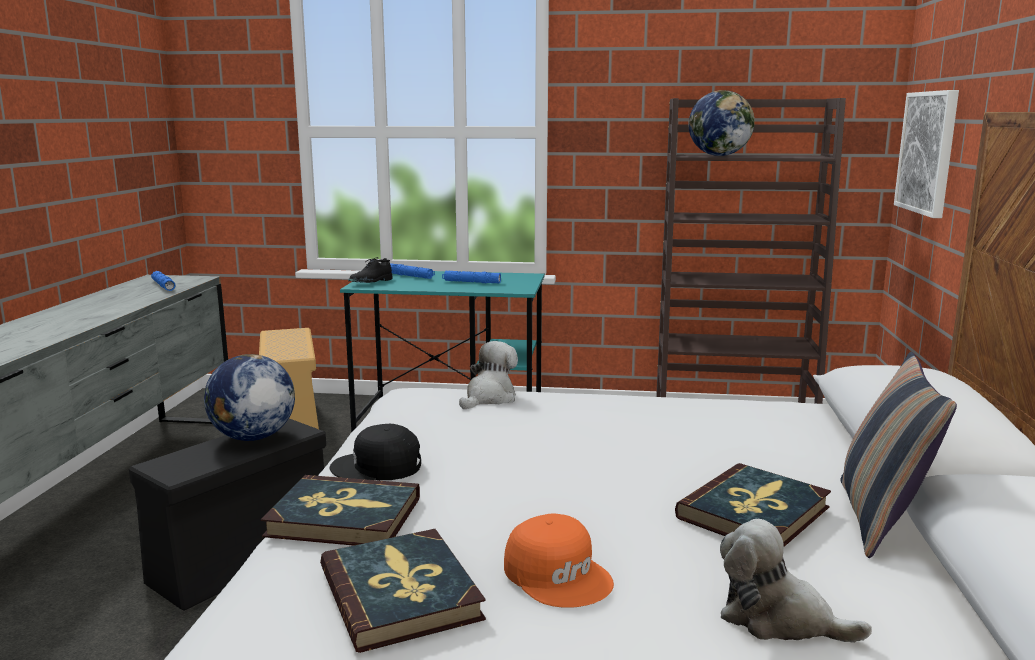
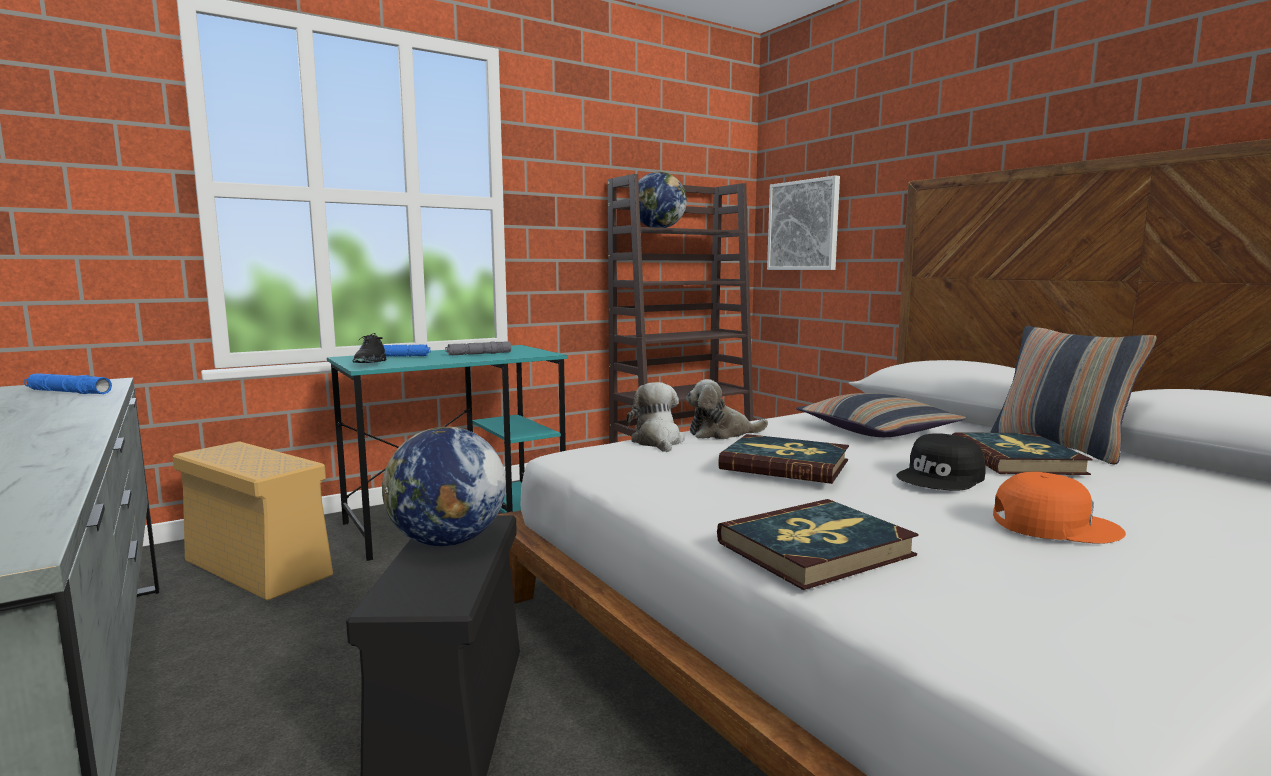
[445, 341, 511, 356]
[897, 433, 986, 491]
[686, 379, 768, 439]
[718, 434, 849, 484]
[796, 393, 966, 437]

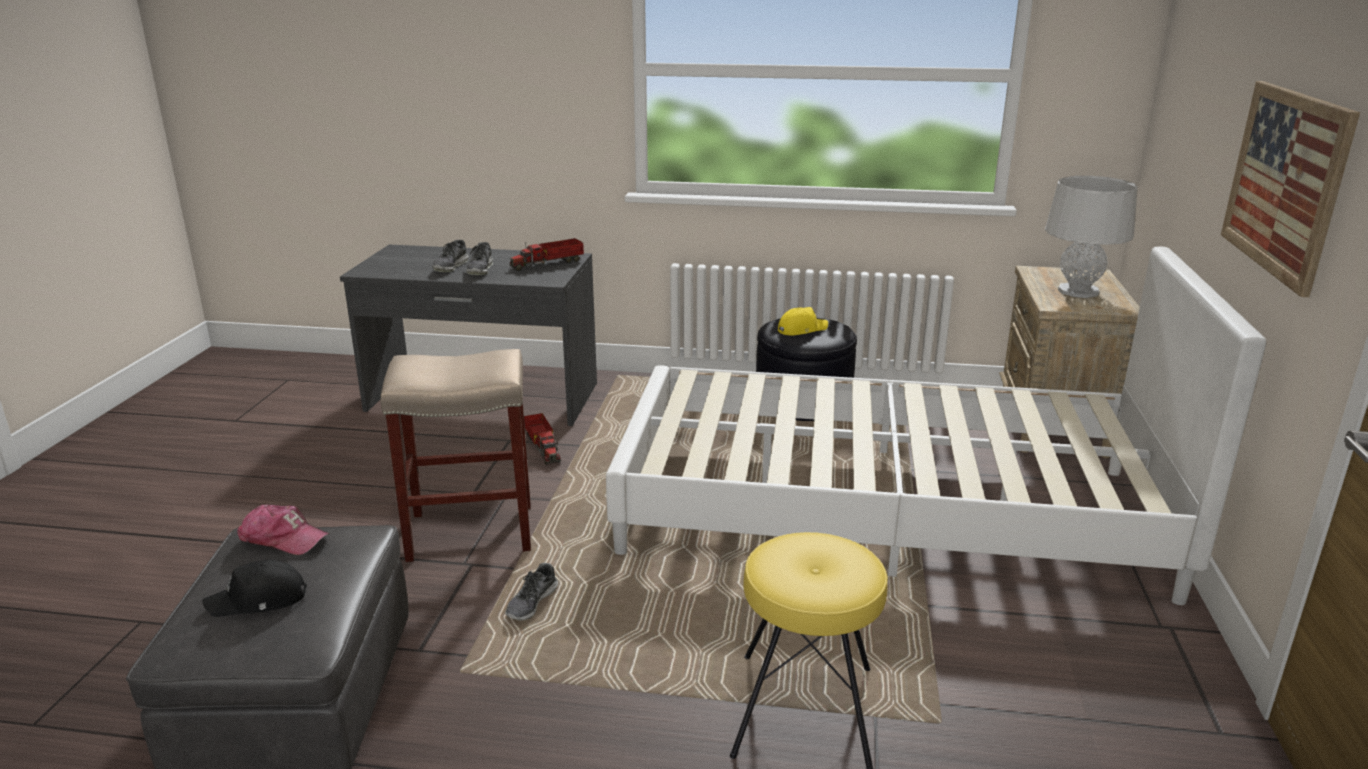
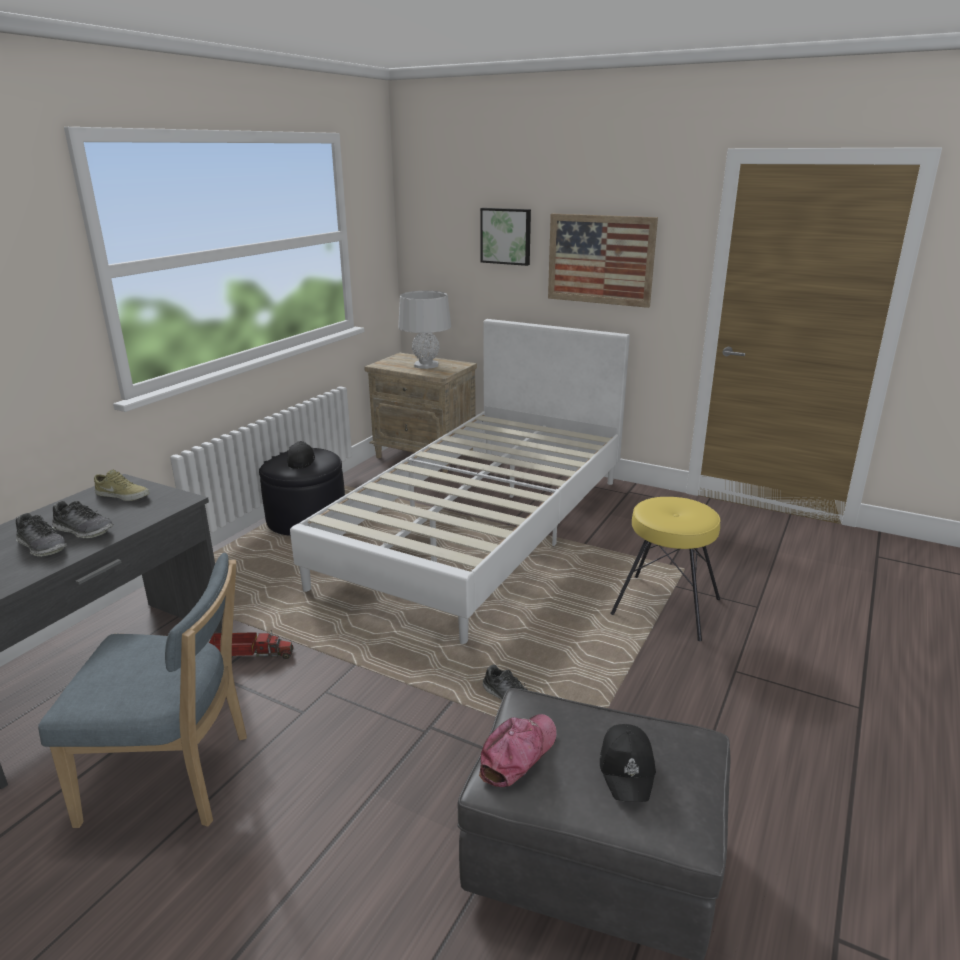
[94, 469, 150, 501]
[287, 441, 315, 469]
[381, 349, 531, 562] (first image)
[480, 208, 531, 266]
[38, 553, 247, 828]

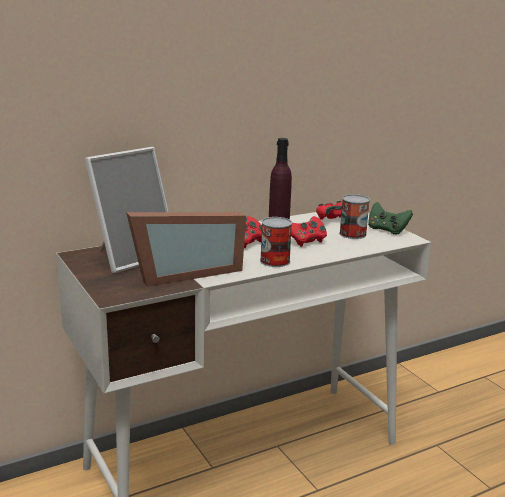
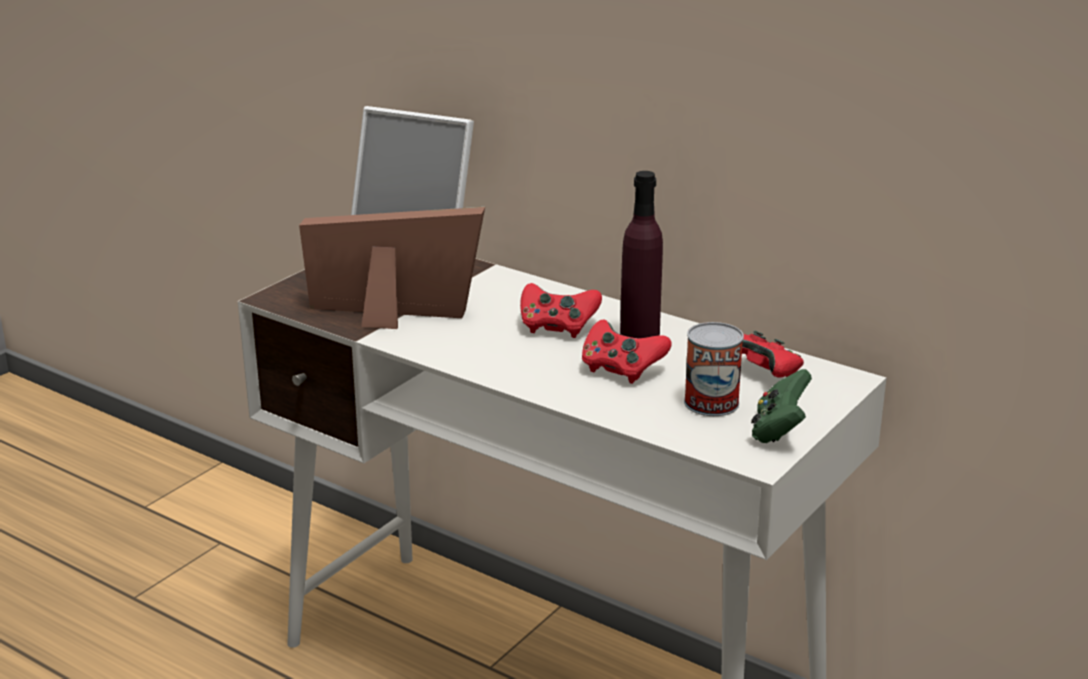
[299, 207, 485, 329]
[260, 217, 292, 267] (first image)

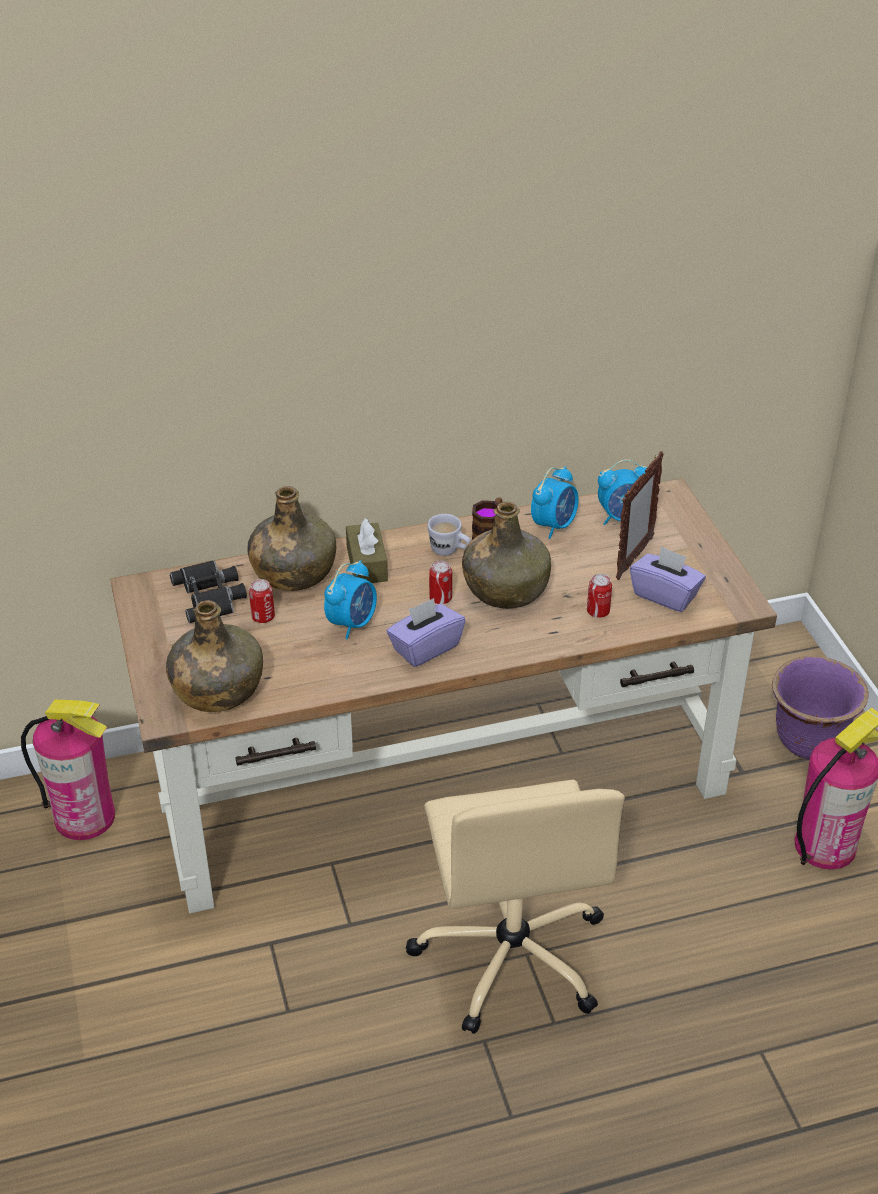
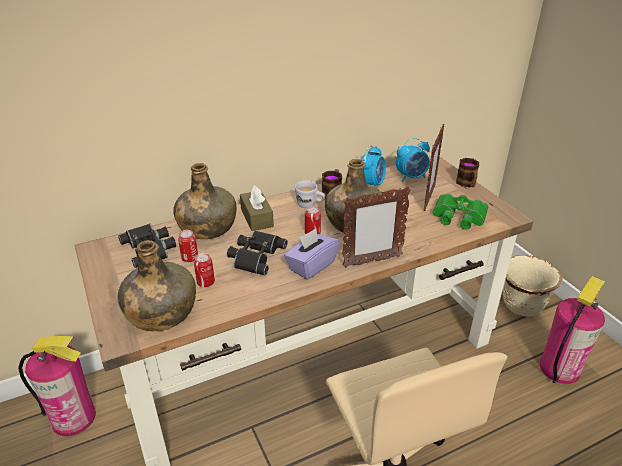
[433, 194, 488, 229]
[227, 230, 288, 275]
[194, 253, 215, 287]
[503, 255, 563, 317]
[456, 158, 479, 187]
[342, 186, 411, 268]

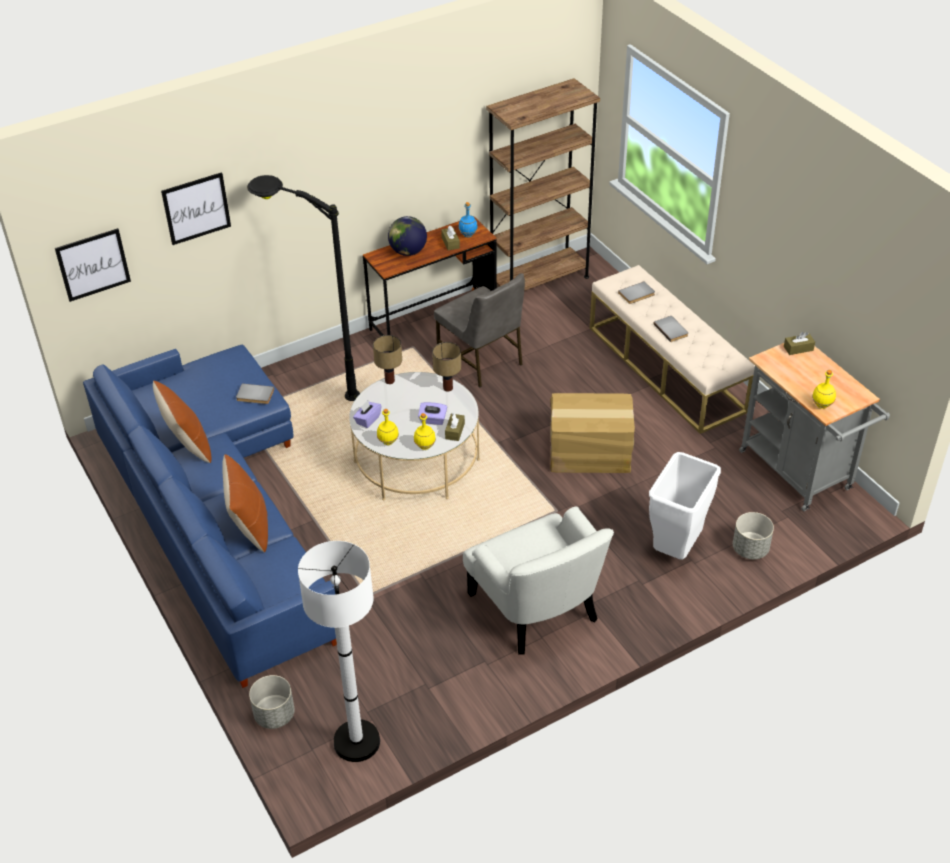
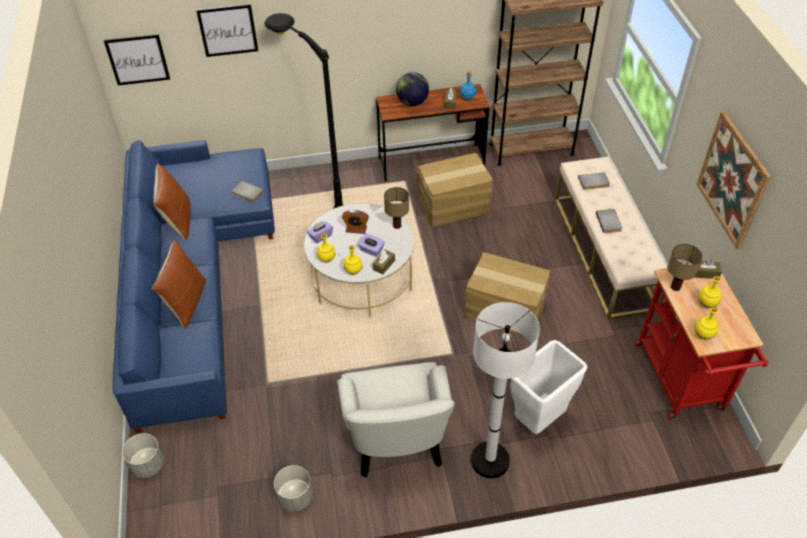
[417, 153, 493, 227]
[667, 244, 702, 291]
[635, 261, 769, 419]
[274, 465, 313, 512]
[471, 302, 540, 478]
[696, 111, 771, 250]
[342, 210, 369, 234]
[698, 276, 721, 309]

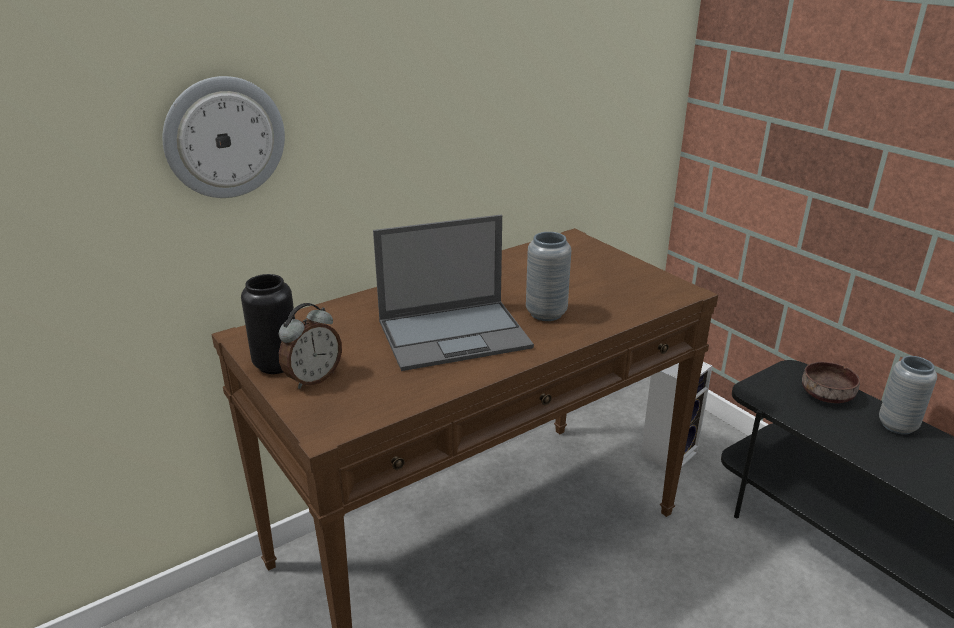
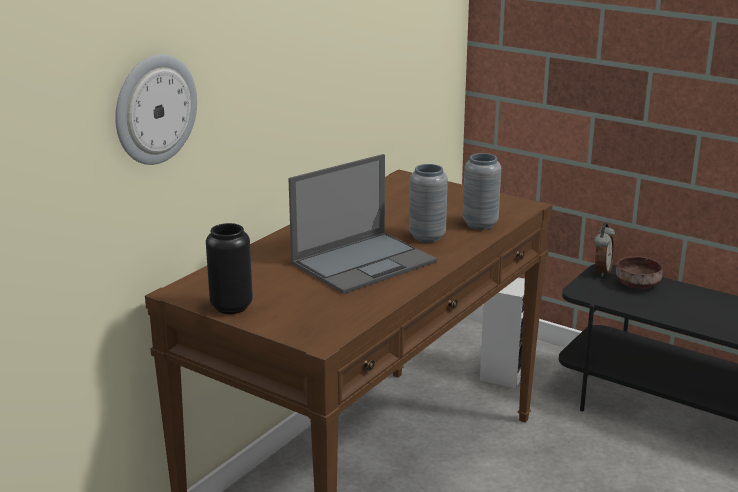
[594, 223, 615, 277]
[463, 153, 501, 230]

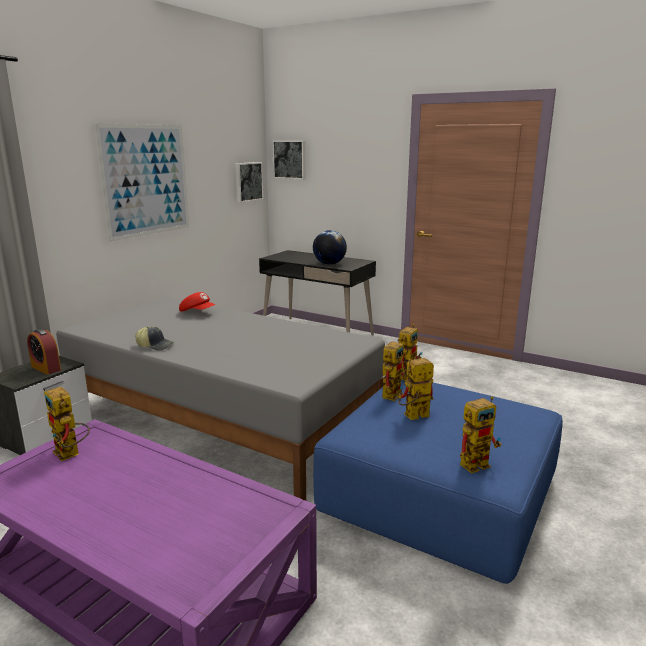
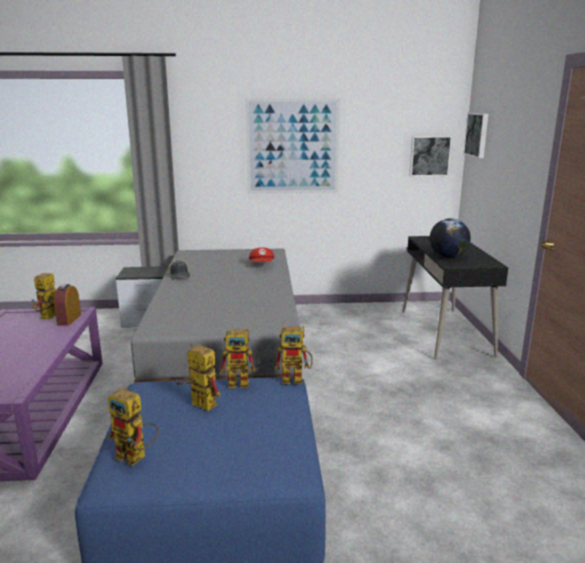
[54, 284, 81, 326]

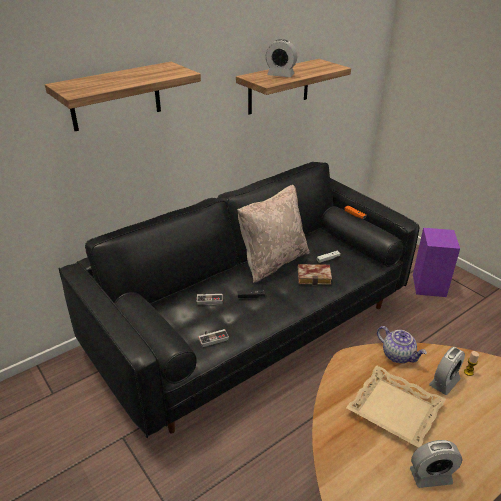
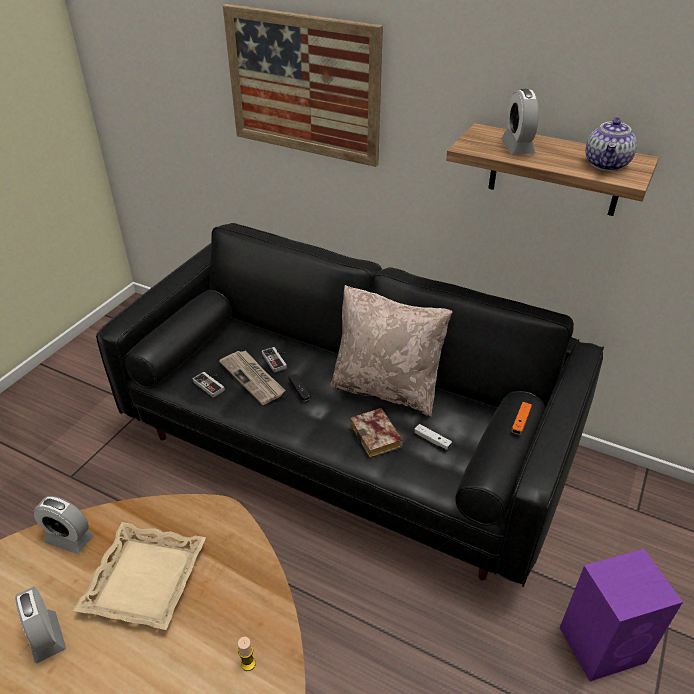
[223, 4, 383, 167]
[585, 117, 637, 171]
[33, 496, 94, 554]
[219, 350, 286, 405]

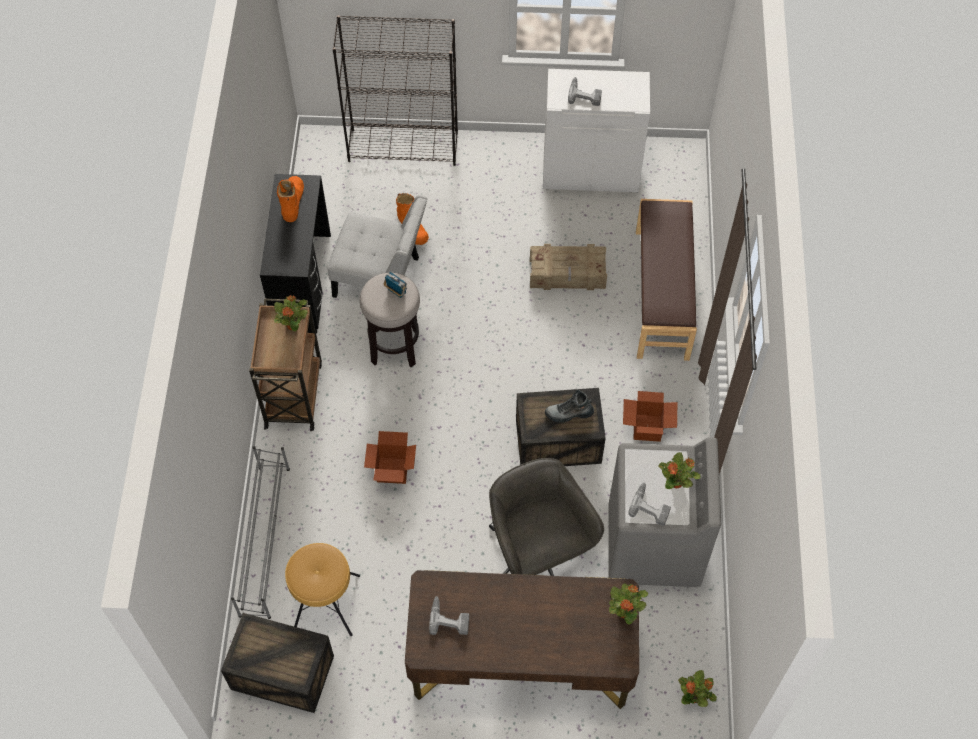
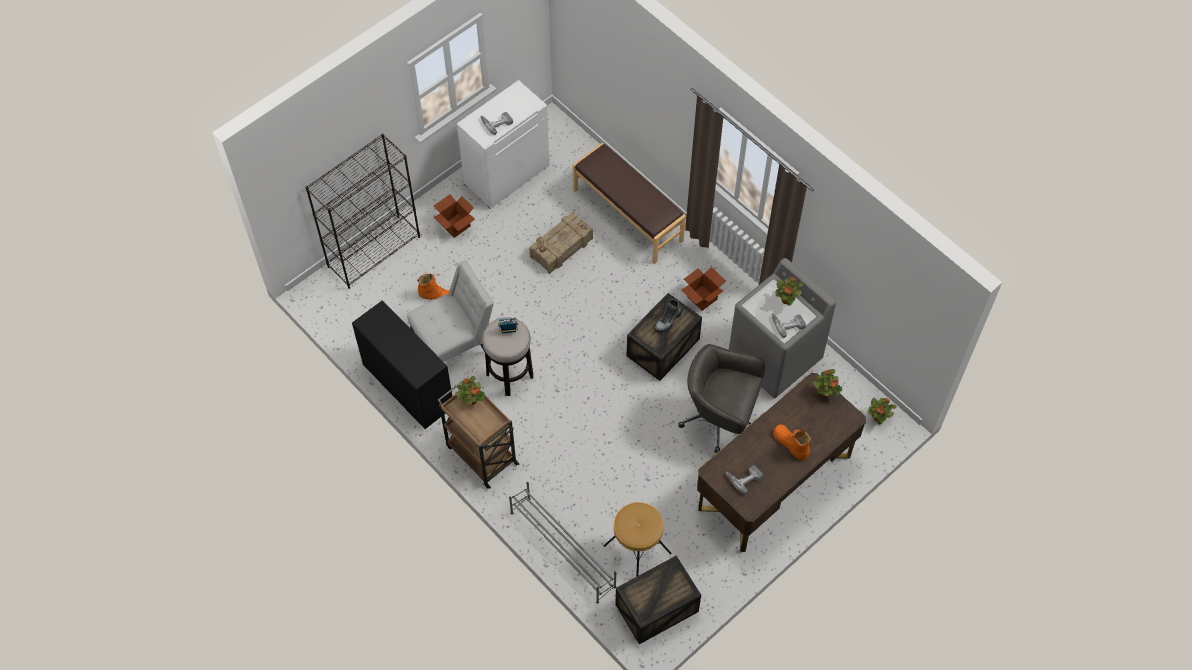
[773, 424, 811, 460]
[434, 194, 475, 238]

